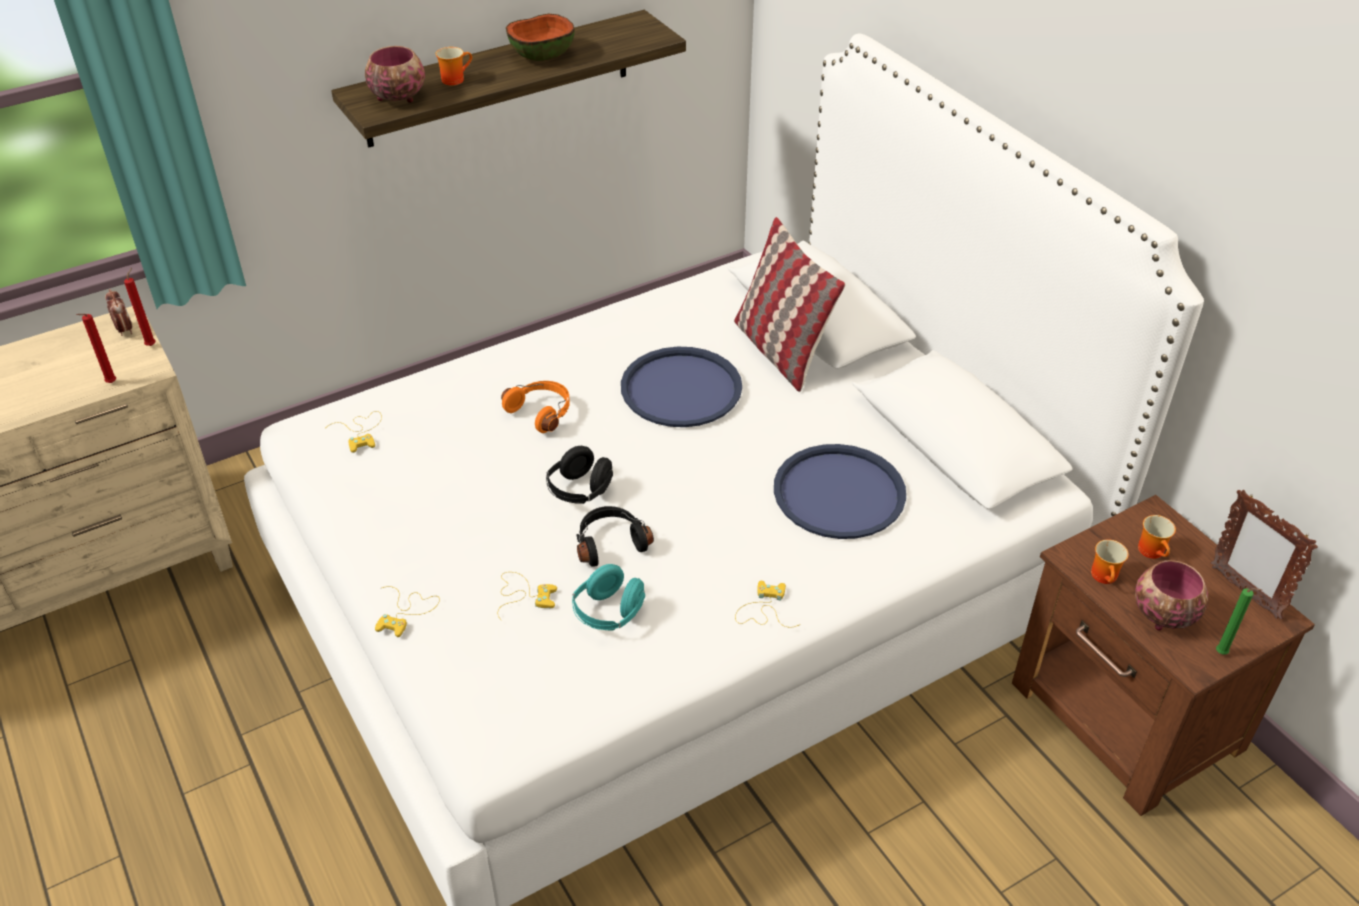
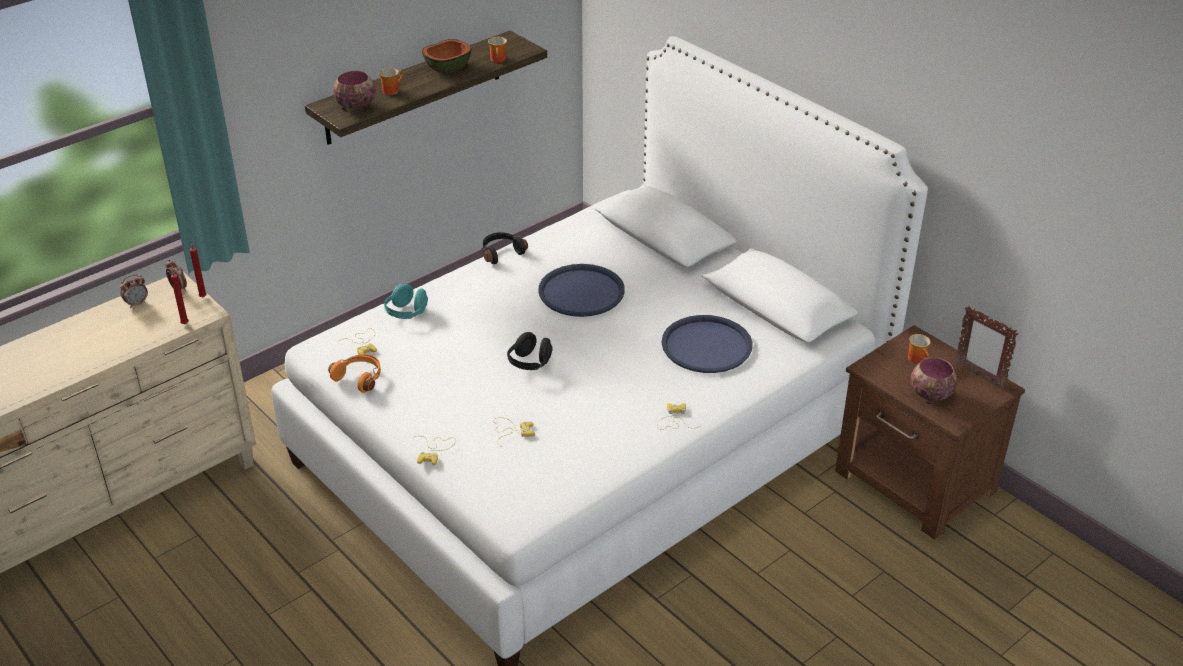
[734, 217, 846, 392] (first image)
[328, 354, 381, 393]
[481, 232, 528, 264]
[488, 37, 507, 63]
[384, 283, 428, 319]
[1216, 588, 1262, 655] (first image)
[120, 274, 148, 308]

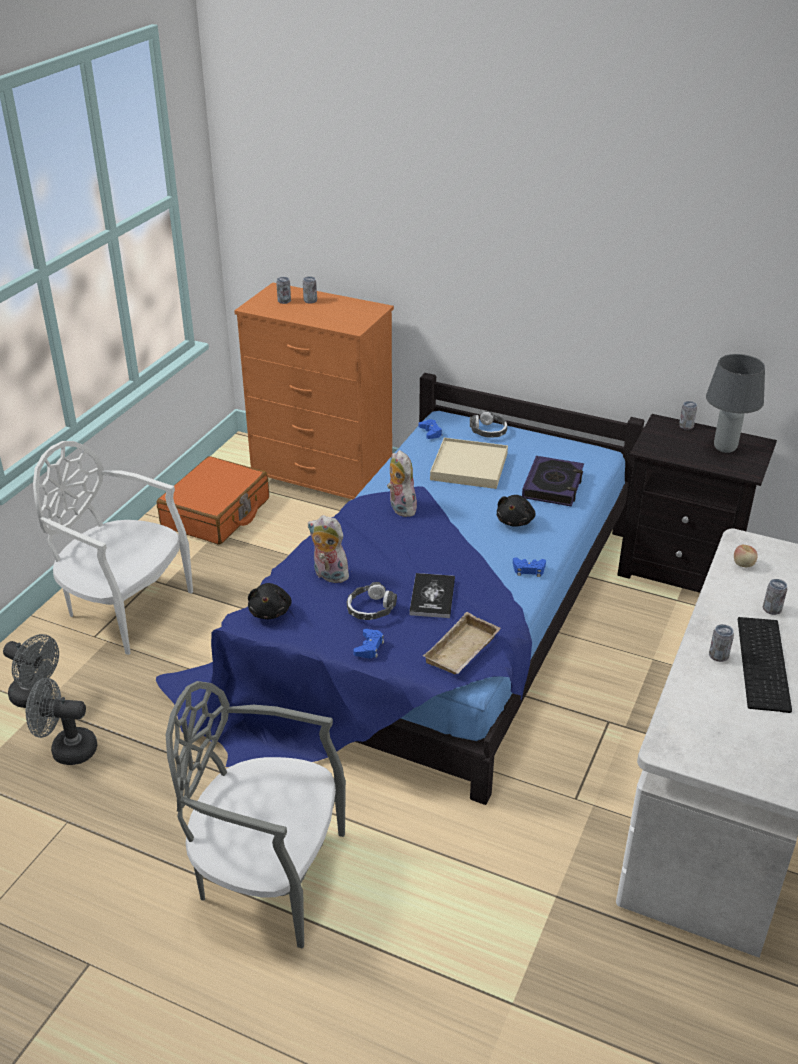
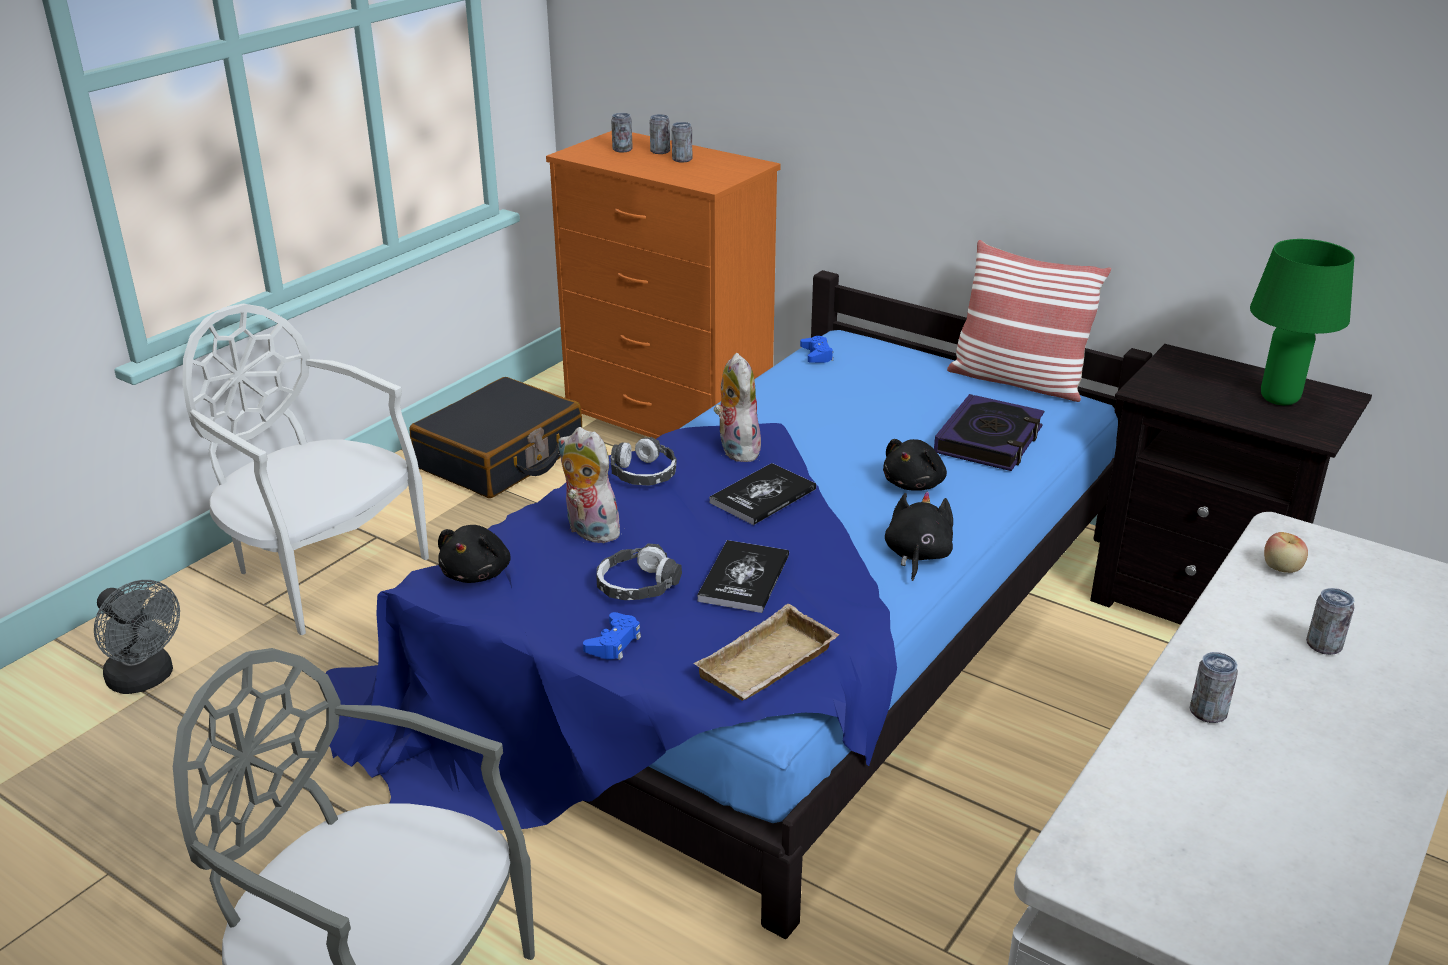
[1250, 239, 1354, 405]
[672, 122, 692, 162]
[611, 437, 677, 486]
[430, 438, 508, 489] (first image)
[409, 377, 582, 498]
[885, 492, 953, 581]
[738, 617, 792, 713] (first image)
[26, 678, 97, 765] (first image)
[947, 240, 1111, 402]
[709, 463, 816, 525]

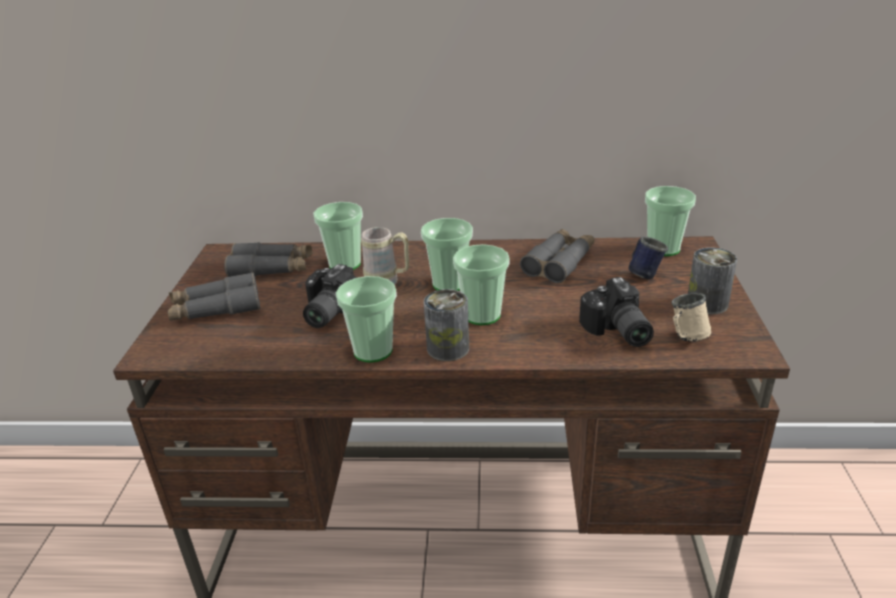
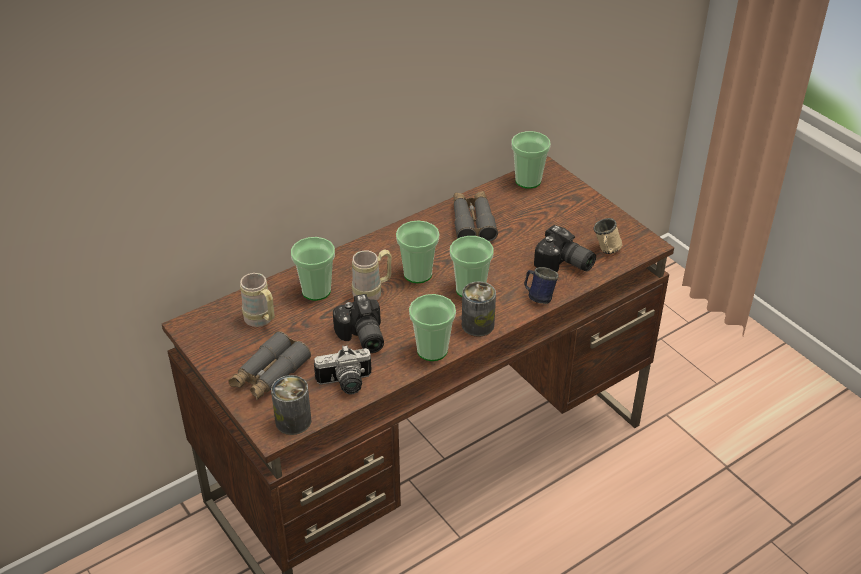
[524, 267, 559, 304]
[240, 273, 275, 327]
[271, 375, 311, 435]
[314, 345, 372, 394]

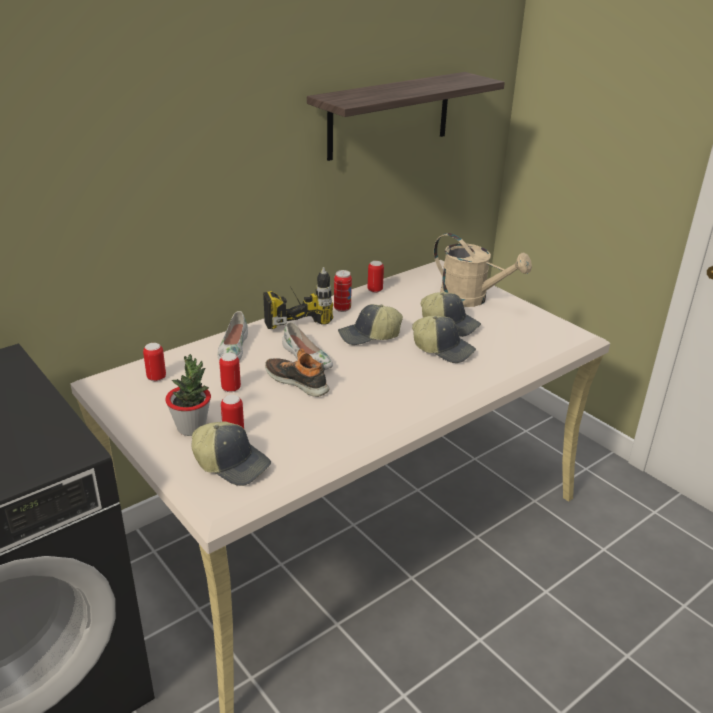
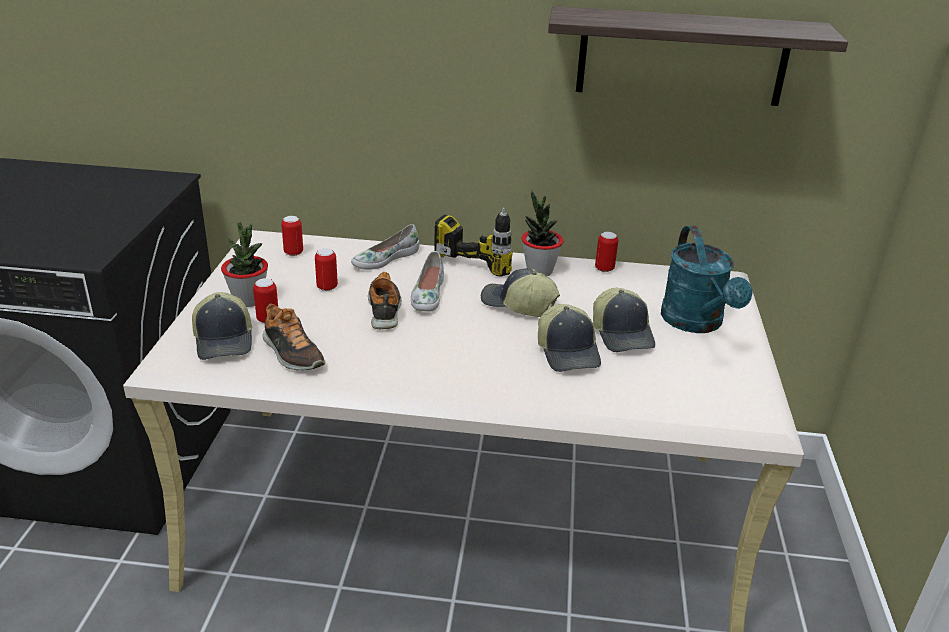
[661, 226, 753, 333]
[522, 191, 564, 276]
[263, 303, 326, 370]

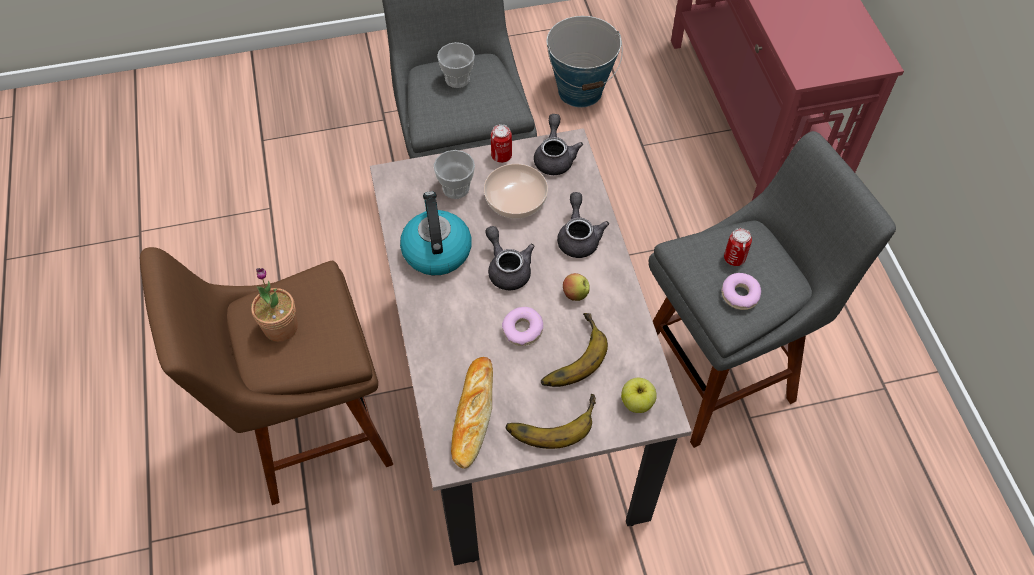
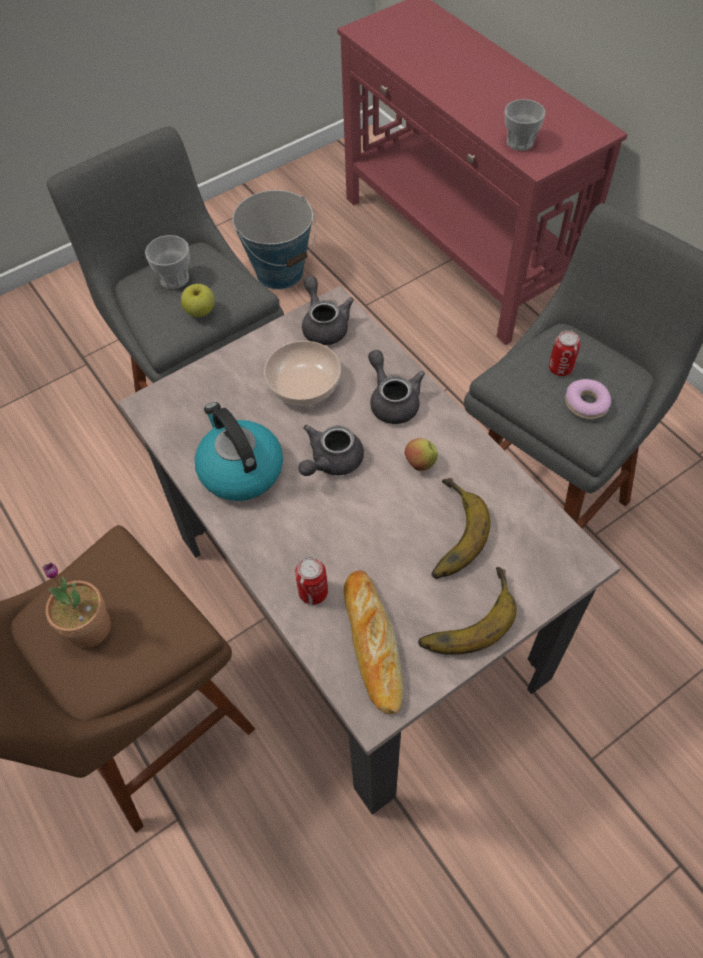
[295, 557, 328, 605]
[505, 99, 546, 151]
[298, 425, 364, 476]
[502, 307, 543, 346] (first image)
[181, 284, 215, 317]

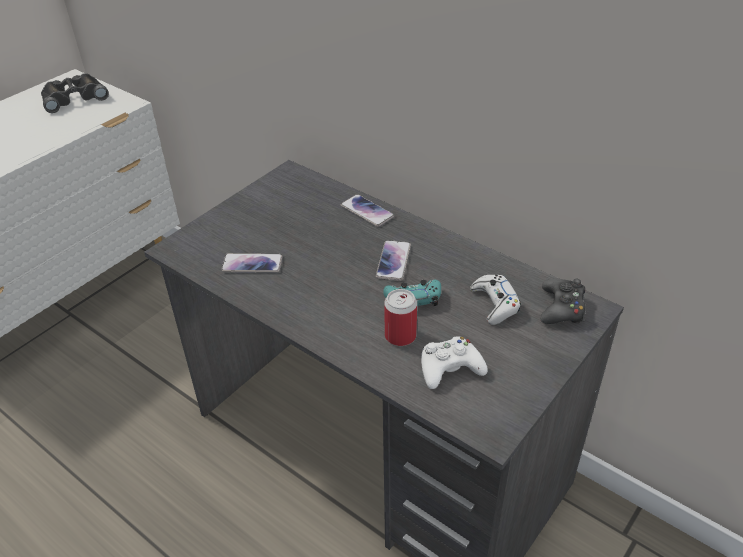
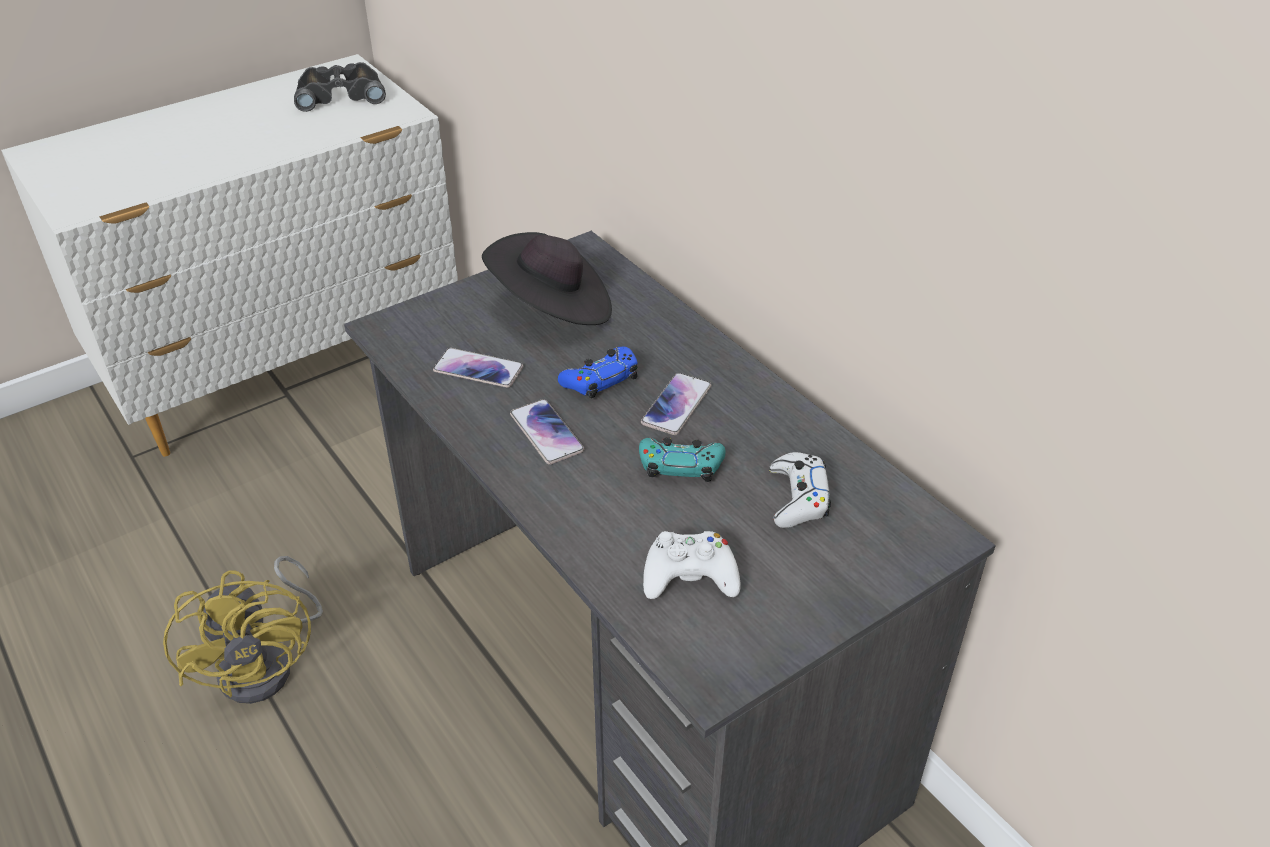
[510, 399, 584, 465]
[540, 278, 586, 324] (first image)
[384, 289, 417, 346] (first image)
[482, 232, 612, 325]
[558, 347, 637, 399]
[163, 556, 323, 704]

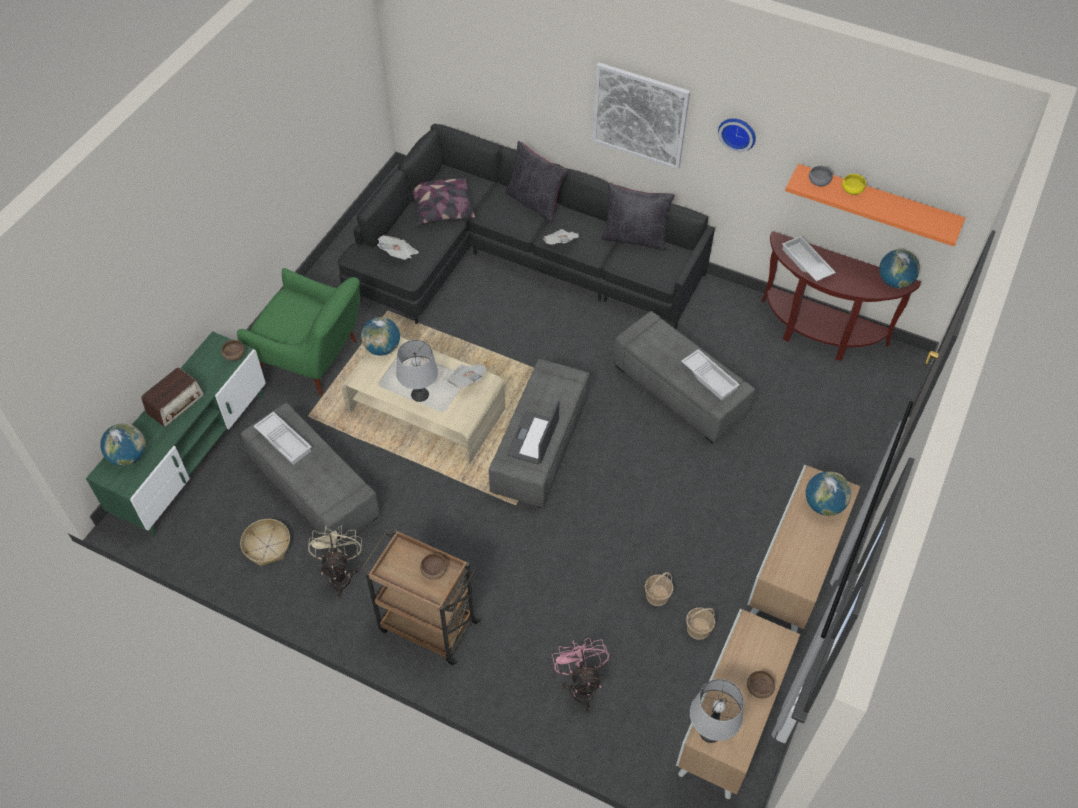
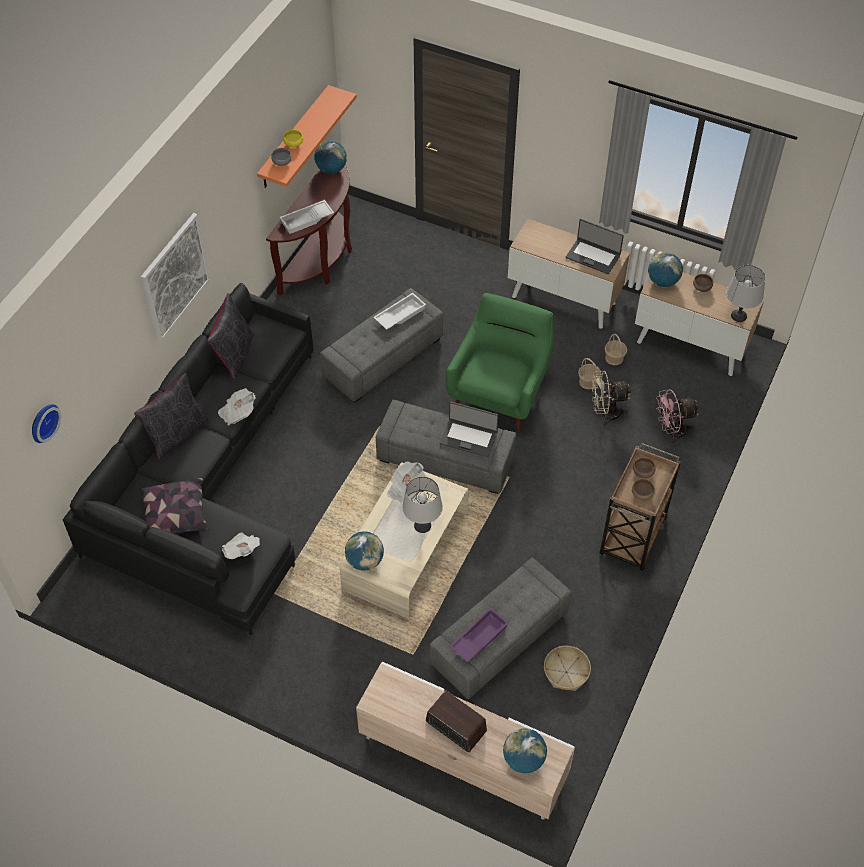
[32, 404, 61, 443]
[446, 293, 554, 432]
[356, 662, 575, 820]
[632, 479, 655, 500]
[450, 608, 509, 662]
[648, 252, 683, 287]
[591, 371, 631, 426]
[566, 219, 624, 274]

